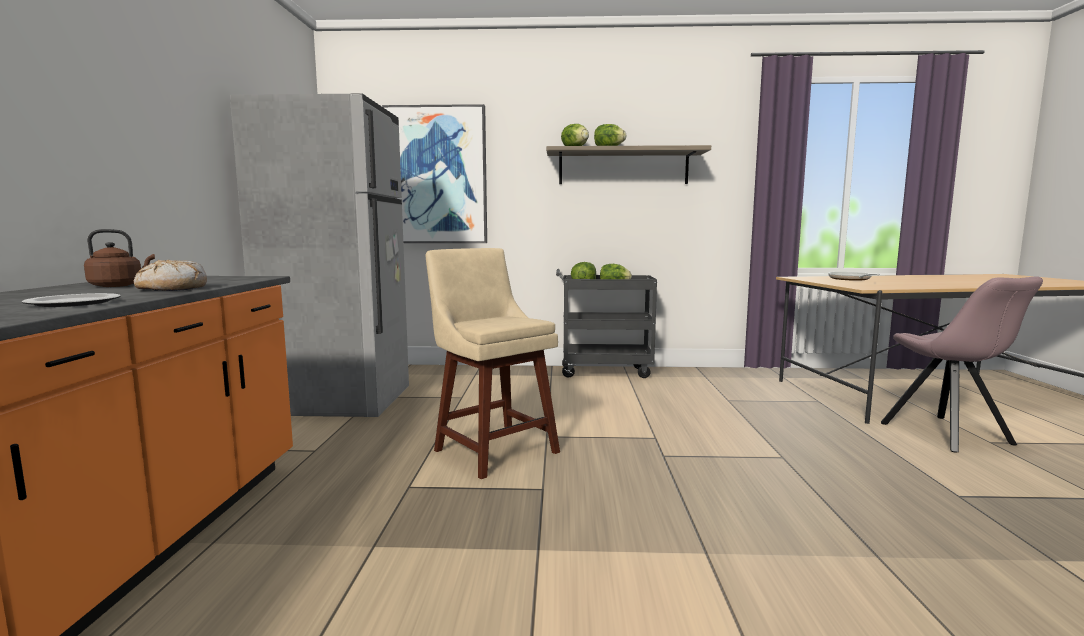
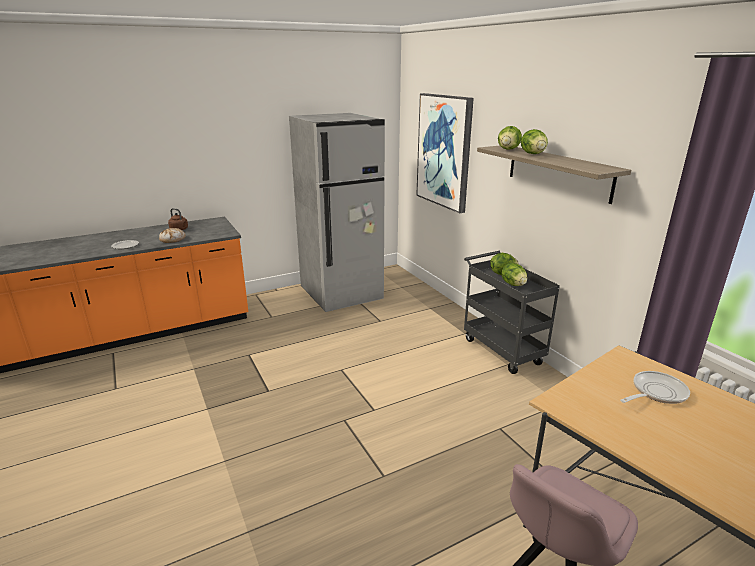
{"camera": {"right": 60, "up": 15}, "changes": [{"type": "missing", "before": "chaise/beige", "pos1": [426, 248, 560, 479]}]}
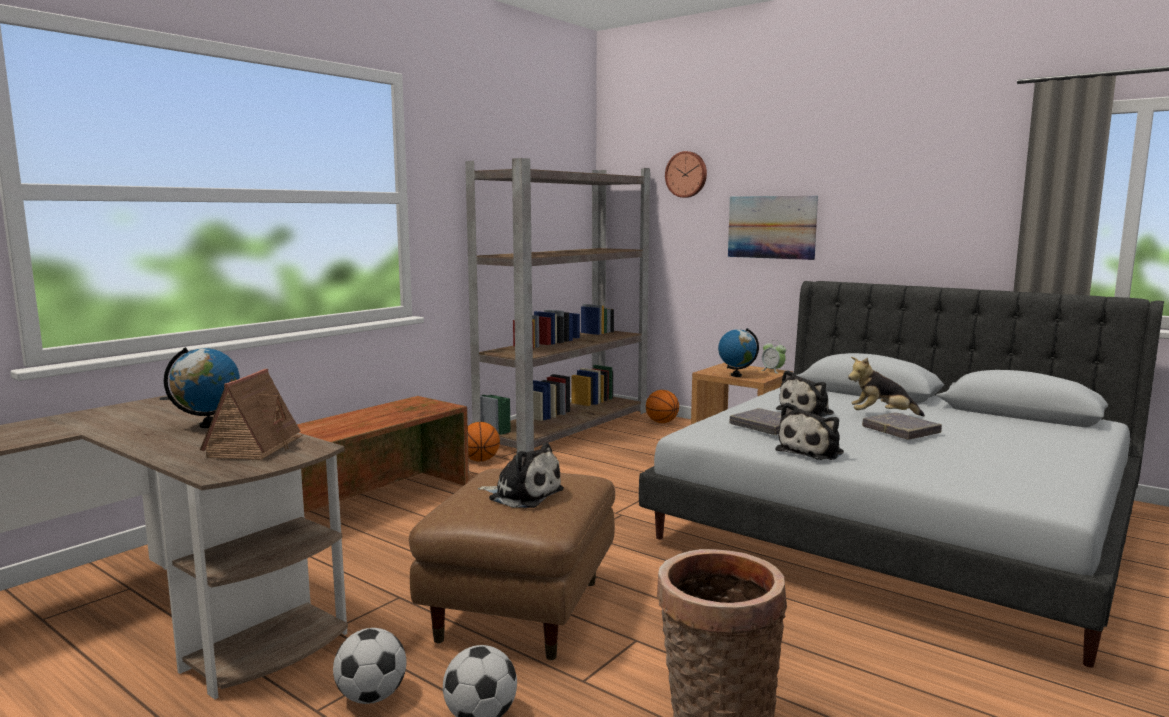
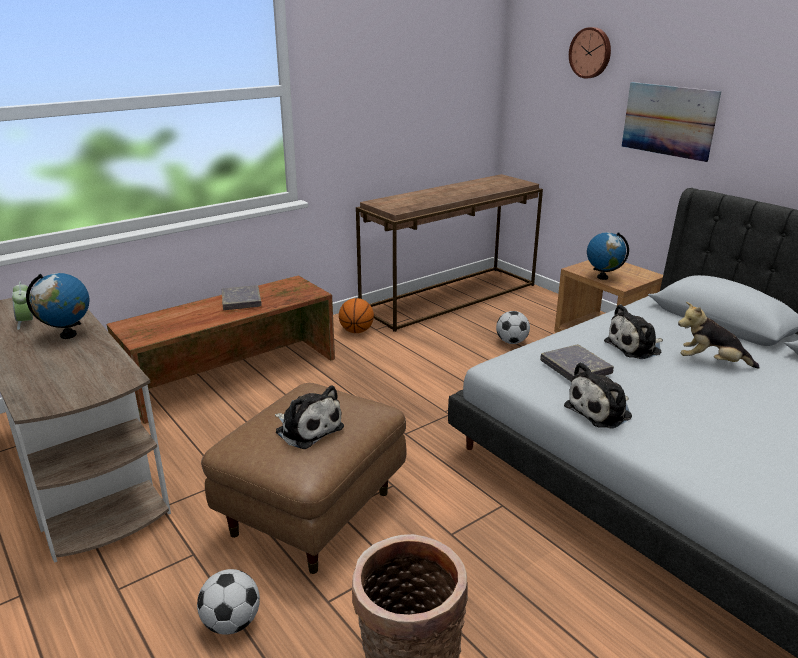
{"camera": {"right": 15, "up": 15}, "changes": [{"type": "missing", "before": "maison miniature", "pos1": [200, 369, 303, 460]}, {"type": "missing", "before": "ballon de basket", "pos1": [646, 390, 679, 423]}, {"type": "relocated", "before": "ballon de foot", "pos1": [333, 628, 406, 704], "pos2": [496, 311, 530, 344]}, {"type": "relocated", "before": "réveil", "pos1": [761, 340, 786, 374], "pos2": [12, 281, 33, 330]}, {"type": "relocated", "before": "livre/gris", "pos1": [862, 412, 942, 440], "pos2": [222, 285, 262, 310]}, {"type": "exchanged", "before": "bibliothèque/marron", "after": "table console/marron", "pos1": [465, 158, 650, 452], "pos2": [356, 174, 543, 332]}]}
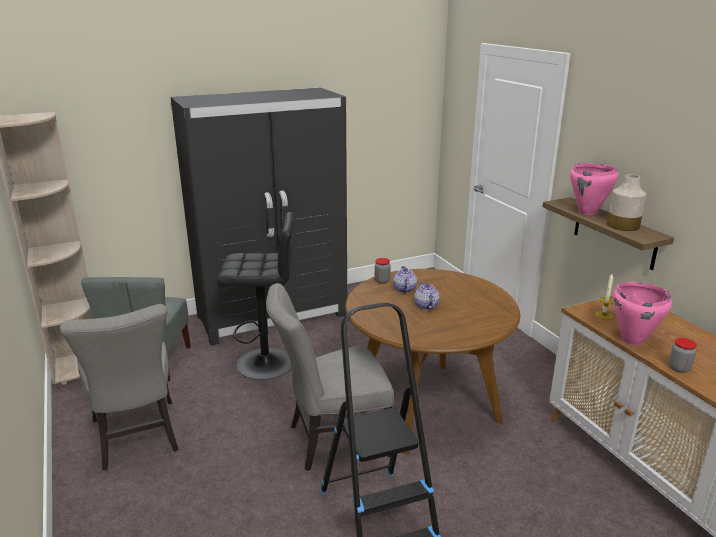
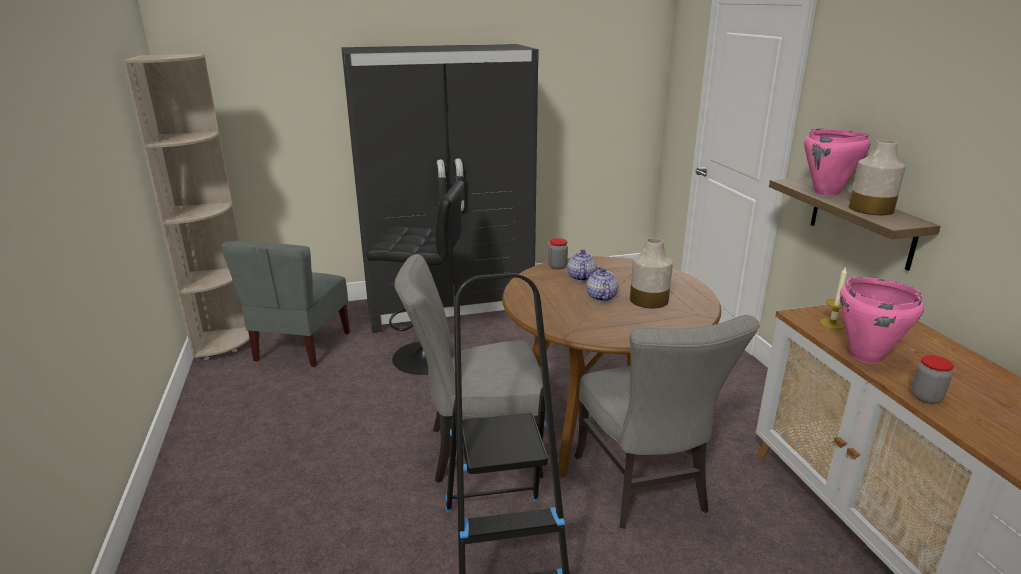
{"camera": {"right": 10, "up": 0}, "changes": [{"type": "appeared", "after": "vase/beige", "pos2": [630, 238, 673, 308]}, {"type": "relocated", "before": "chaise/gris", "pos1": [60, 304, 179, 470], "pos2": [575, 315, 760, 529]}]}
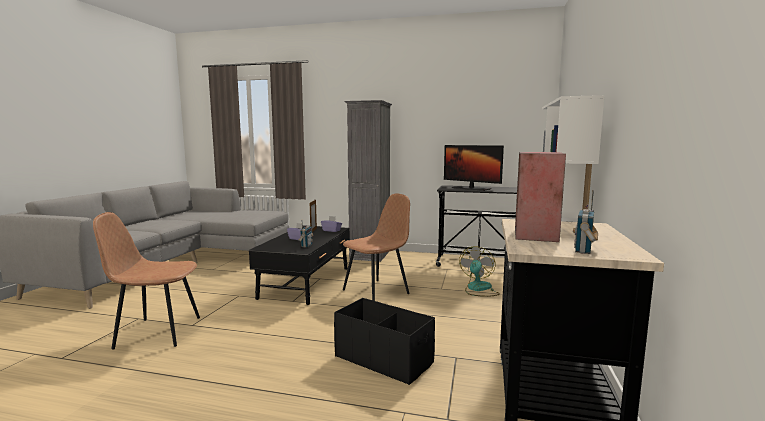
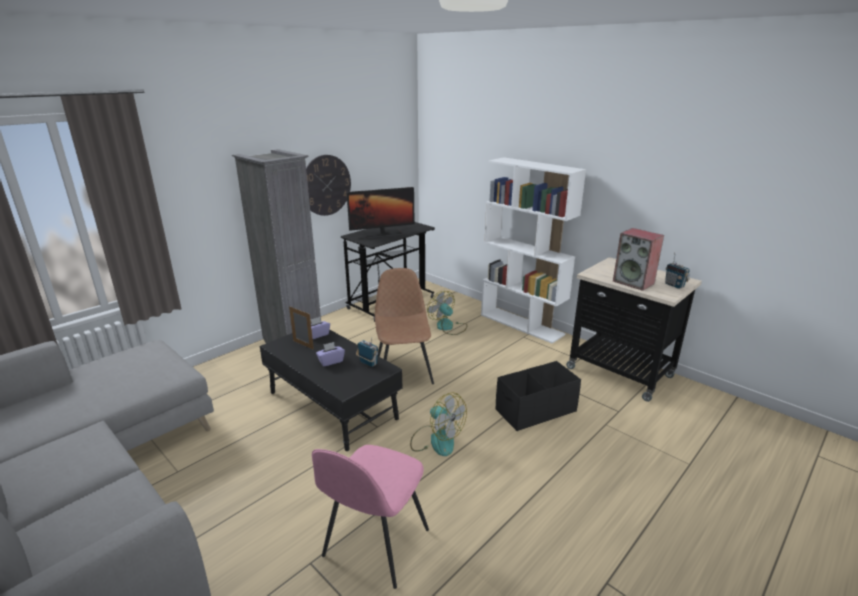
{"camera": {"right": -60, "up": 15}, "changes": [{"type": "appeared", "after": "horloge murale", "pos2": [306, 155, 351, 216]}, {"type": "appeared", "after": "ventilateur", "pos2": [410, 392, 467, 456]}, {"type": "colour", "before": "chaise/marron", "after": "chaise/rose", "pos1": [93, 212, 200, 349], "pos2": [312, 445, 429, 589]}]}
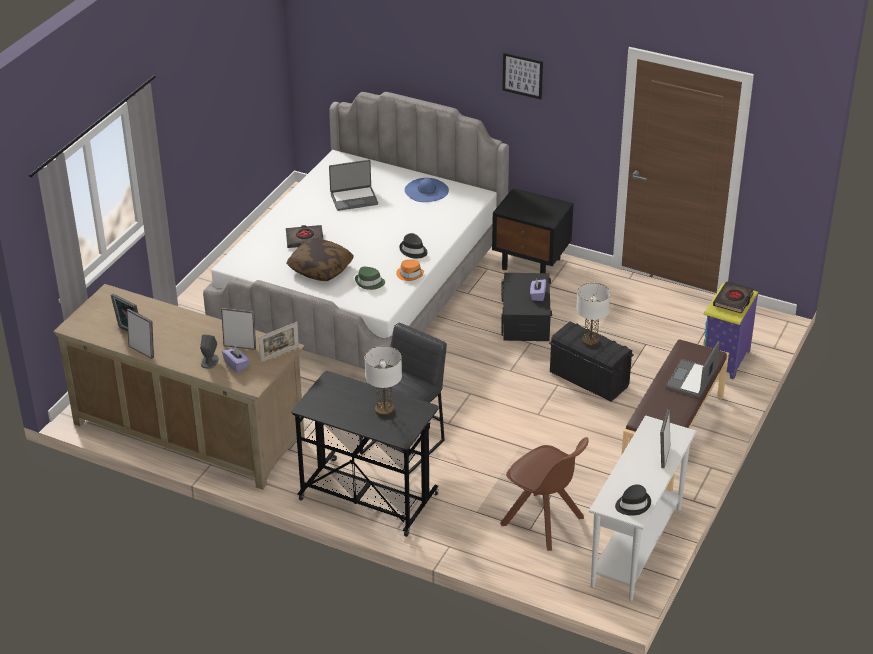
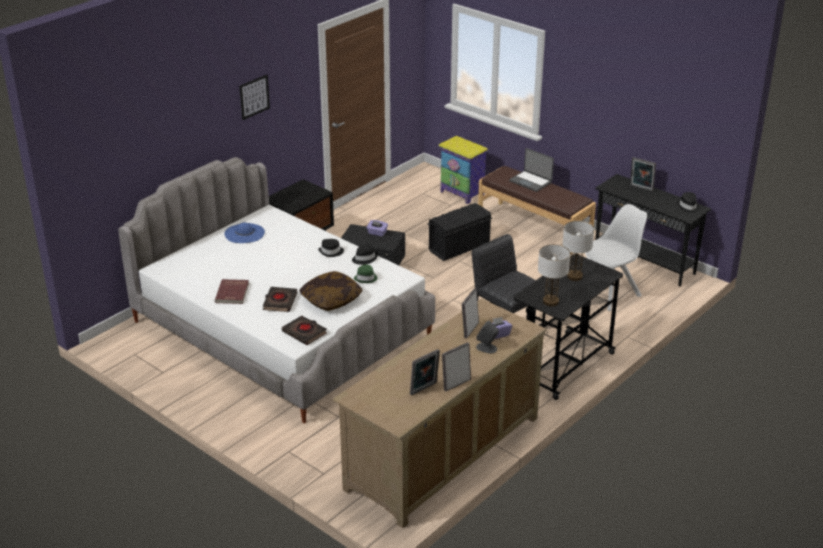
{"camera": {"right": -75, "up": -5}, "changes": [{"type": "missing", "before": "cadre photo", "pos1": [258, 322, 299, 362]}, {"type": "missing", "before": "ordinateur portable", "pos1": [329, 160, 378, 211]}, {"type": "appeared", "after": "livre/rouge", "pos2": [215, 279, 249, 304]}, {"type": "relocated", "before": "lampe de table", "pos1": [576, 283, 610, 347], "pos2": [538, 244, 570, 306]}, {"type": "relocated", "before": "livre/noir", "pos1": [713, 281, 754, 314], "pos2": [282, 316, 327, 345]}, {"type": "colour", "before": "chapeau/orange", "after": "chapeau/noir", "pos1": [396, 259, 424, 281], "pos2": [352, 243, 378, 265]}, {"type": "colour", "before": "chaise/marron", "after": "chaise/blanc", "pos1": [500, 437, 589, 551], "pos2": [585, 204, 647, 311]}, {"type": "colour", "before": "table console/blanc", "after": "table console/noir", "pos1": [589, 416, 697, 601], "pos2": [595, 174, 711, 287]}]}
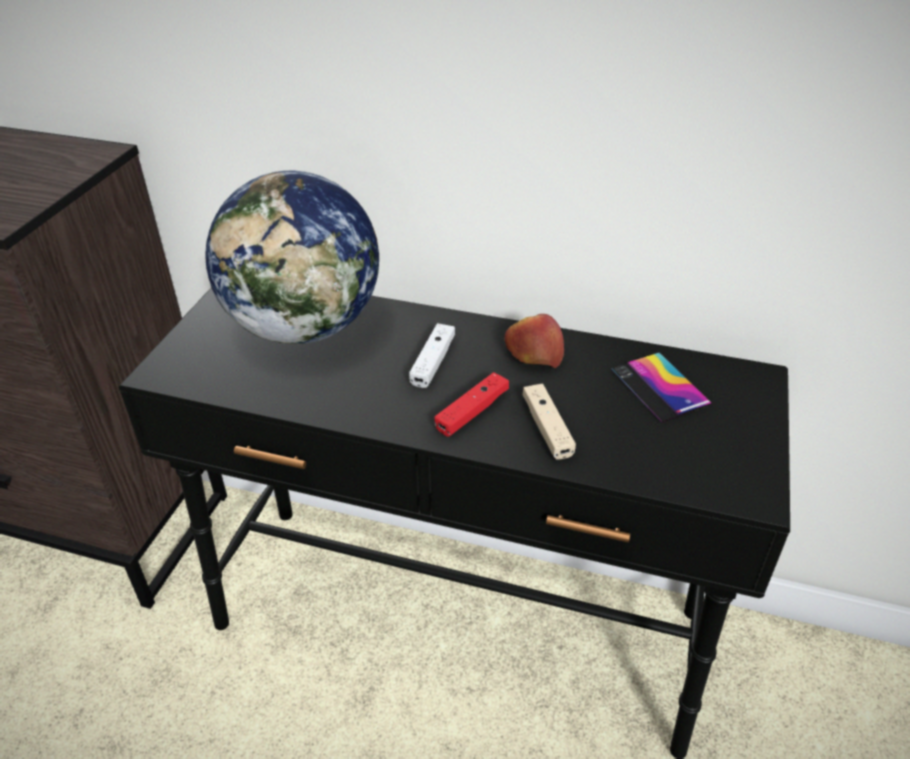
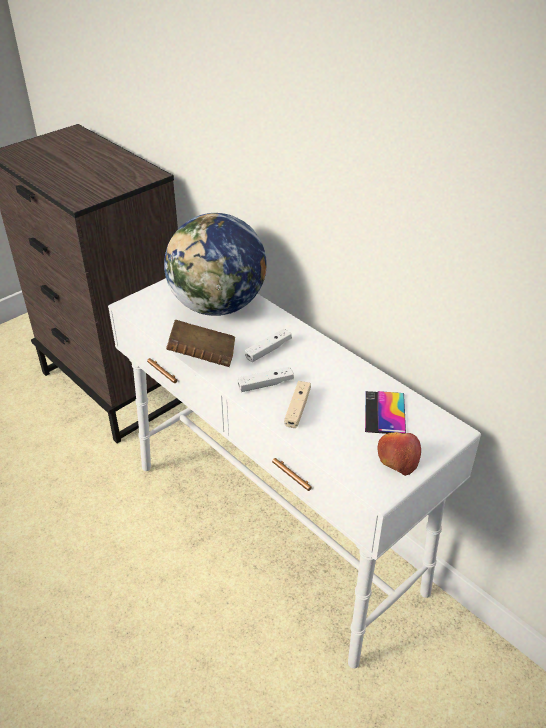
{"camera": {"right": 30, "up": 0}, "changes": [{"type": "appeared", "after": "livre/marron", "pos2": [166, 320, 235, 367]}, {"type": "relocated", "before": "pomme", "pos1": [504, 314, 564, 368], "pos2": [377, 432, 421, 476]}, {"type": "colour", "before": "table console/noir", "after": "table console/blanc", "pos1": [118, 288, 790, 759], "pos2": [108, 278, 481, 669]}, {"type": "colour", "before": "manette/rouge", "after": "manette/blanc", "pos1": [434, 372, 509, 437], "pos2": [237, 367, 294, 392]}]}
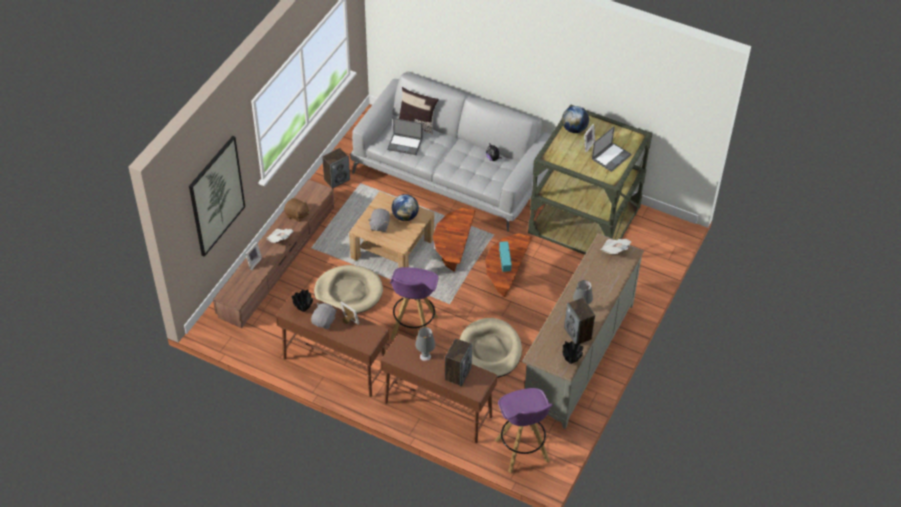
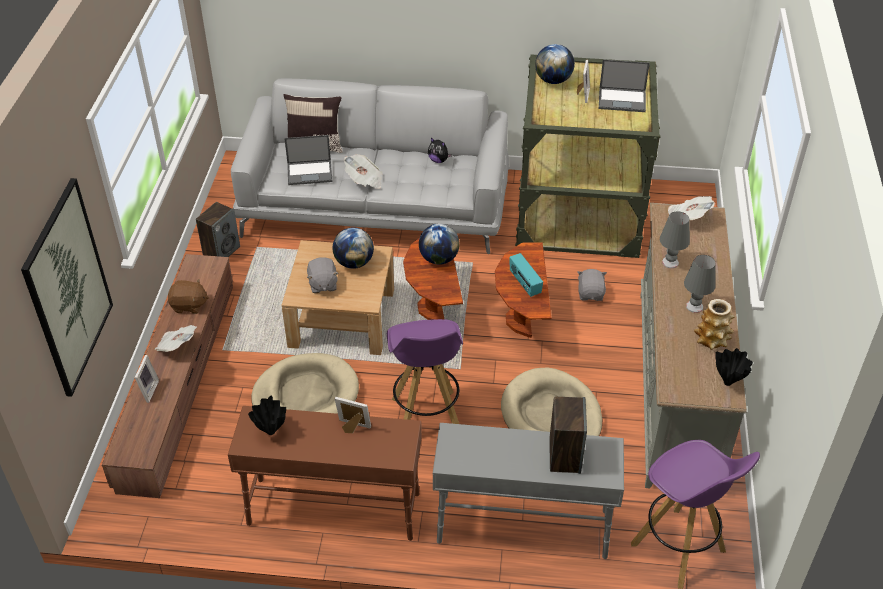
{"camera": {"right": -20, "up": -5}, "changes": [{"type": "appeared", "after": "journal", "pos2": [344, 154, 383, 189]}, {"type": "appeared", "after": "globe", "pos2": [419, 224, 460, 265]}, {"type": "relocated", "before": "peluche/gris", "pos1": [311, 303, 336, 329], "pos2": [577, 269, 607, 301]}, {"type": "relocated", "before": "lampe de table/gris", "pos1": [415, 327, 435, 361], "pos2": [660, 211, 690, 268]}, {"type": "exchanged", "before": "enceinte", "after": "vase", "pos1": [564, 298, 595, 344], "pos2": [694, 299, 735, 350]}, {"type": "colour", "before": "table console/marron", "after": "table console/gris", "pos1": [380, 334, 497, 443], "pos2": [433, 423, 624, 559]}, {"type": "spun", "before": "ordinateur portable", "pos1": [592, 126, 632, 172], "pos2": [599, 59, 650, 112], "turn": 75}]}
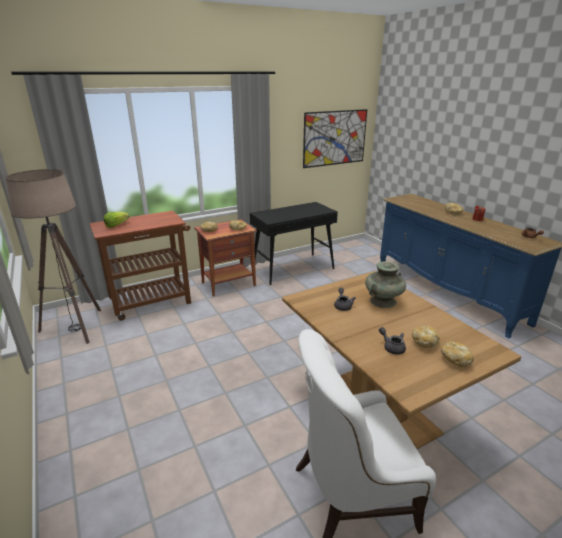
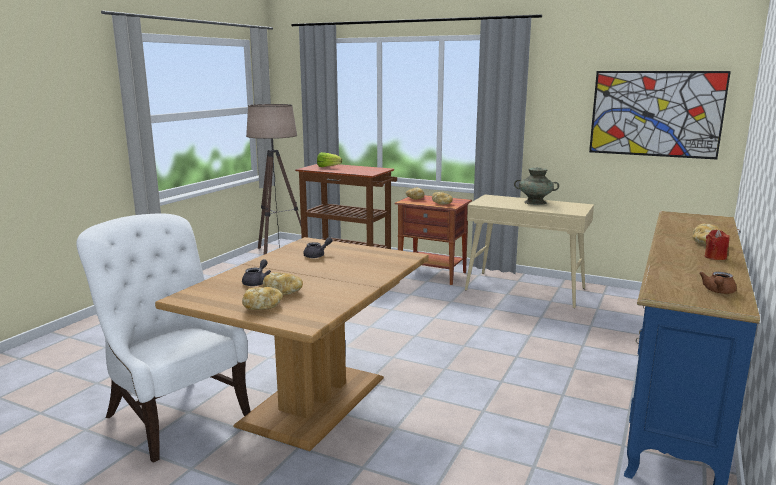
{"camera": {"right": 55, "up": -10}, "changes": [{"type": "relocated", "before": "vase/turquoise", "pos1": [365, 261, 406, 308], "pos2": [514, 167, 559, 205]}, {"type": "colour", "before": "table console/noir", "after": "table console/beige", "pos1": [250, 202, 338, 285], "pos2": [465, 195, 594, 308]}]}
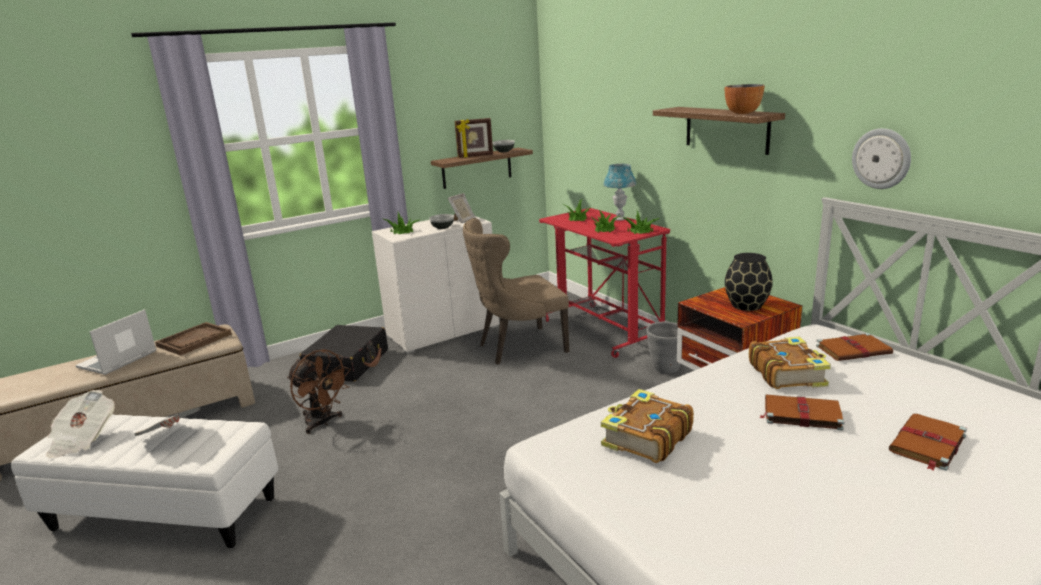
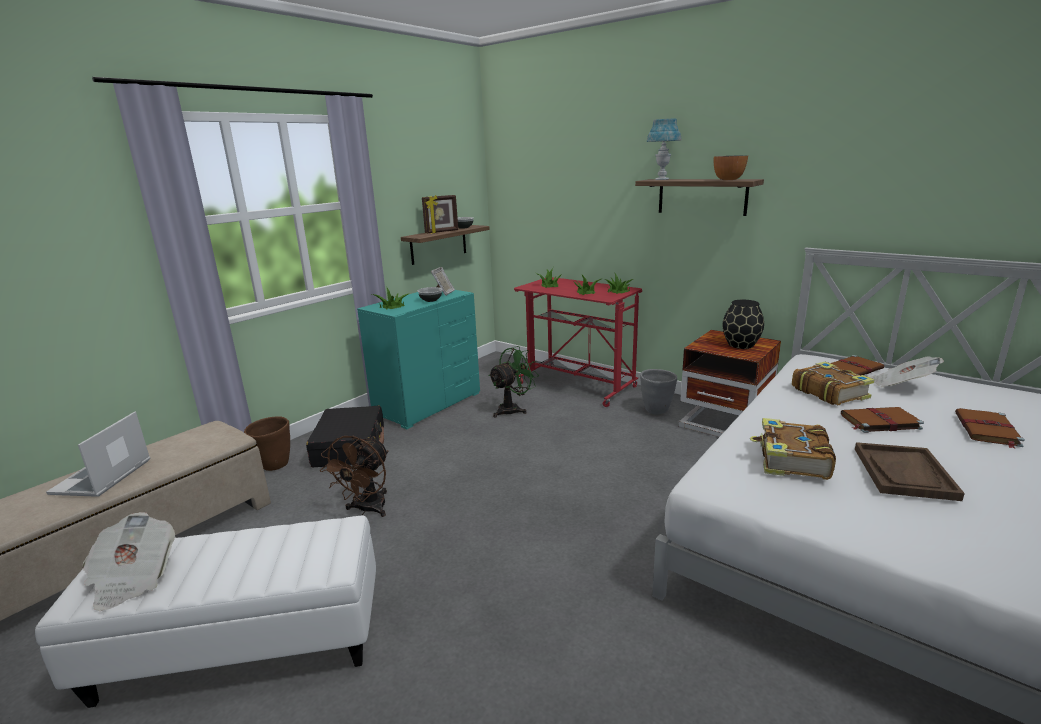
{"camera": {"right": -20, "up": 0}, "changes": [{"type": "missing", "before": "horloge murale", "pos1": [852, 128, 911, 189]}, {"type": "appeared", "after": "cache-pot/marron", "pos2": [244, 416, 290, 471]}, {"type": "relocated", "before": "journal", "pos1": [135, 408, 201, 436], "pos2": [869, 356, 944, 387]}, {"type": "relocated", "before": "plateau/marron", "pos1": [155, 322, 232, 356], "pos2": [855, 442, 965, 501]}, {"type": "relocated", "before": "lampe de table/bleu", "pos1": [604, 164, 636, 221], "pos2": [647, 119, 682, 180]}, {"type": "exchanged", "before": "chaise/beige", "after": "ventilateur/vert", "pos1": [463, 218, 569, 364], "pos2": [488, 346, 539, 418]}, {"type": "colour", "before": "commode/blanc", "after": "commode/turquoise", "pos1": [372, 216, 499, 354], "pos2": [357, 290, 480, 429]}, {"type": "spun", "before": "ventilateur/marron", "pos1": [287, 349, 351, 434], "pos2": [320, 435, 389, 517], "turn": 90}]}
